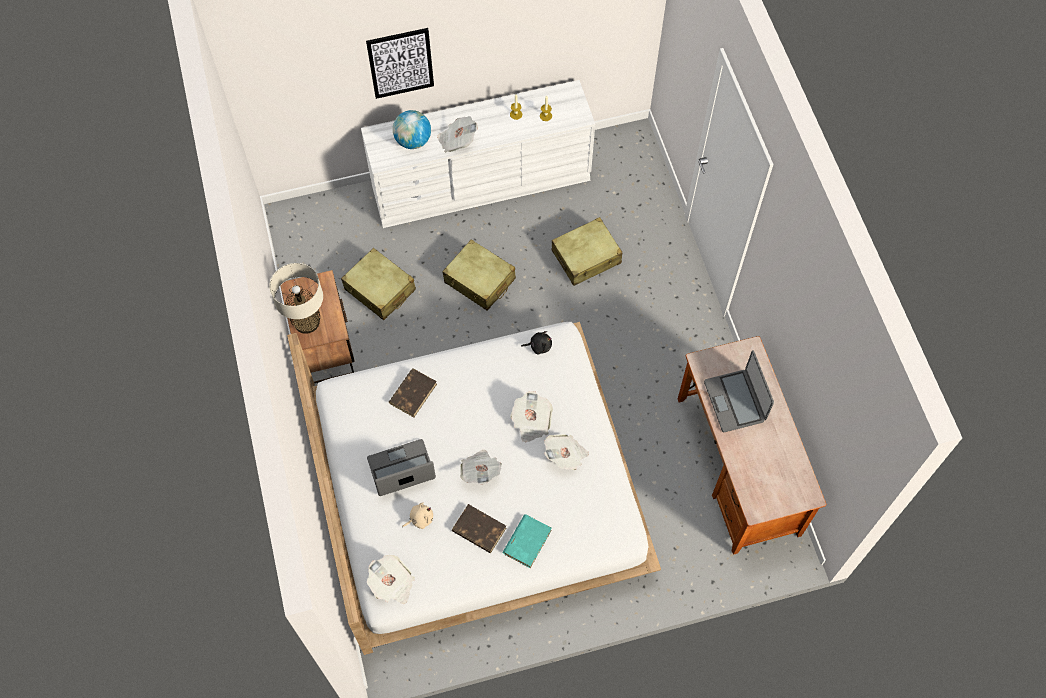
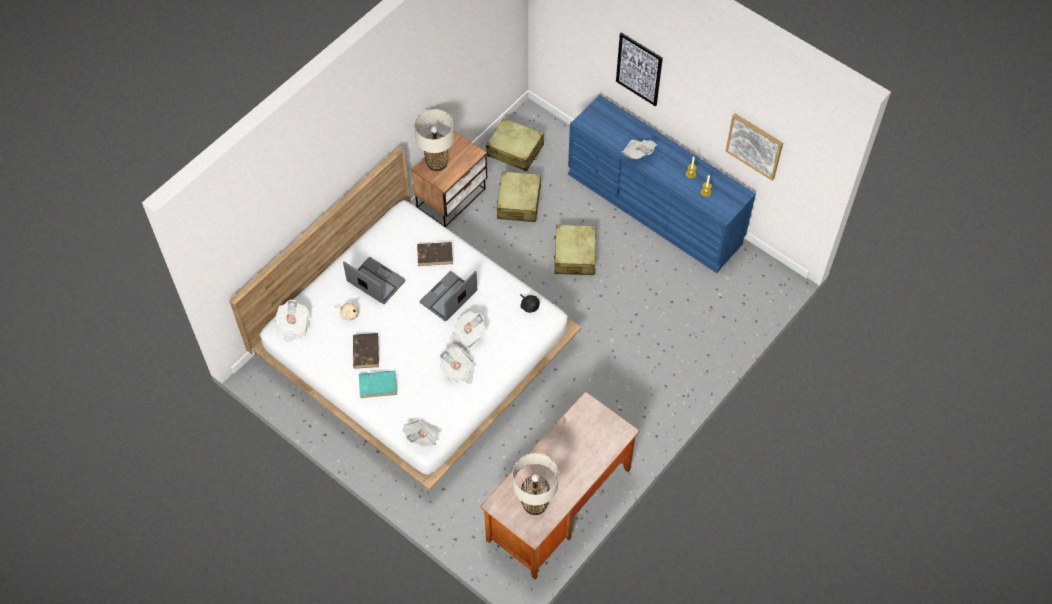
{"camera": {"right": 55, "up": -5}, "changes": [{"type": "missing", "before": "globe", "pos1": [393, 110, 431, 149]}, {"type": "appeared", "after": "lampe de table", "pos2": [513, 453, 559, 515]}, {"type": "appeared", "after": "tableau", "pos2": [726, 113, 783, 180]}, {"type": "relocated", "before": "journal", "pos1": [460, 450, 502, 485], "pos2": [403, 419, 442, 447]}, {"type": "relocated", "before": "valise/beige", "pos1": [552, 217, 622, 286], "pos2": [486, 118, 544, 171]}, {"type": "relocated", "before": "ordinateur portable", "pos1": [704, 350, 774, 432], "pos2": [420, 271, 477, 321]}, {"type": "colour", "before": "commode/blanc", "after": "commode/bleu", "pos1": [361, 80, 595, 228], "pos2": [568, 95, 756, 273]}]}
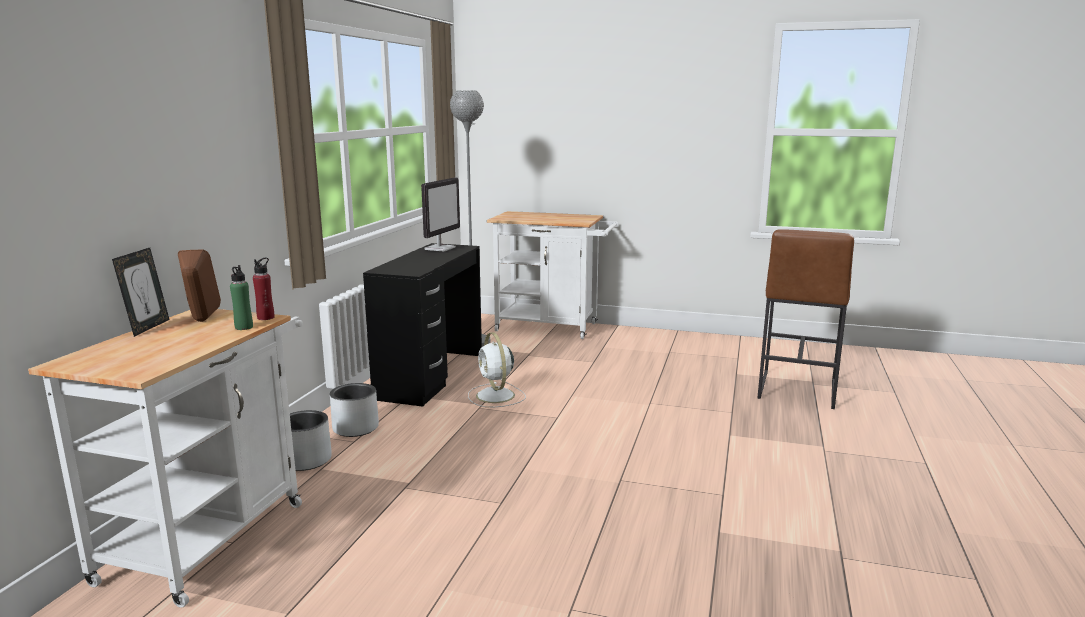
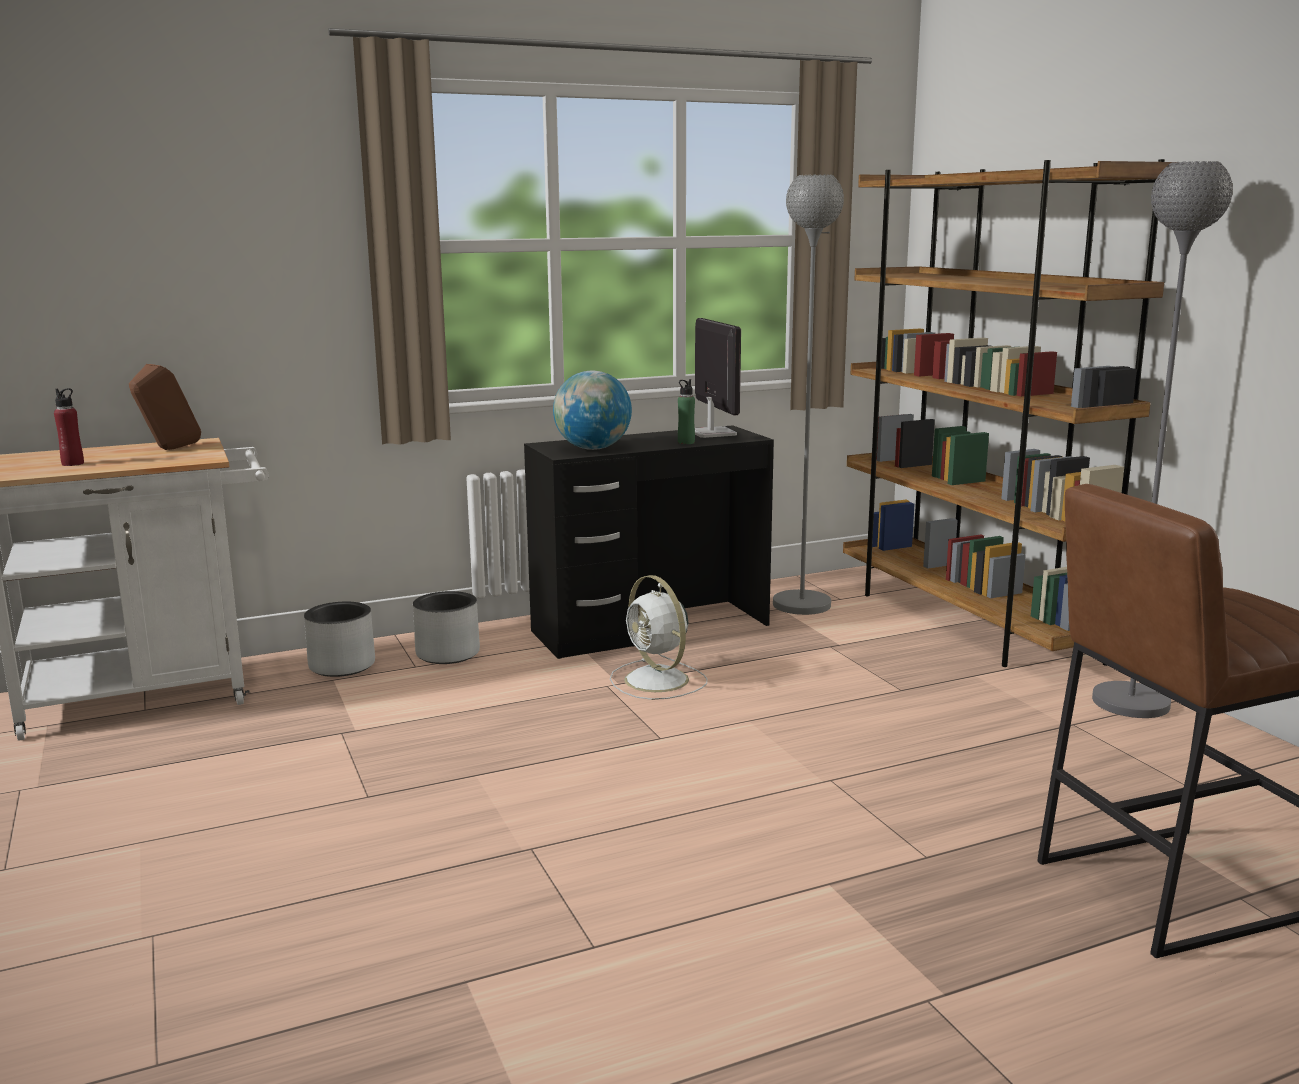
{"camera": {"right": 50, "up": 0}, "changes": [{"type": "missing", "before": "cadre photo", "pos1": [112, 248, 170, 337]}, {"type": "appeared", "after": "globe", "pos2": [553, 371, 632, 450]}, {"type": "appeared", "after": "lampadaire/gris", "pos2": [1092, 161, 1233, 718]}, {"type": "relocated", "before": "bouteille/vert", "pos1": [230, 265, 253, 330], "pos2": [678, 379, 695, 444]}, {"type": "relocated", "before": "bouteille/rouge", "pos1": [253, 258, 274, 320], "pos2": [54, 388, 84, 466]}, {"type": "exchanged", "before": "chariot/blanc", "after": "bibliothèque/marron", "pos1": [487, 211, 618, 339], "pos2": [843, 159, 1178, 667]}, {"type": "spun", "before": "écran d'ordinateur", "pos1": [421, 177, 460, 251], "pos2": [695, 318, 741, 438], "turn": -90}, {"type": "spun", "before": "ventilateur/blanc", "pos1": [468, 332, 526, 407], "pos2": [610, 575, 708, 700], "turn": -60}]}
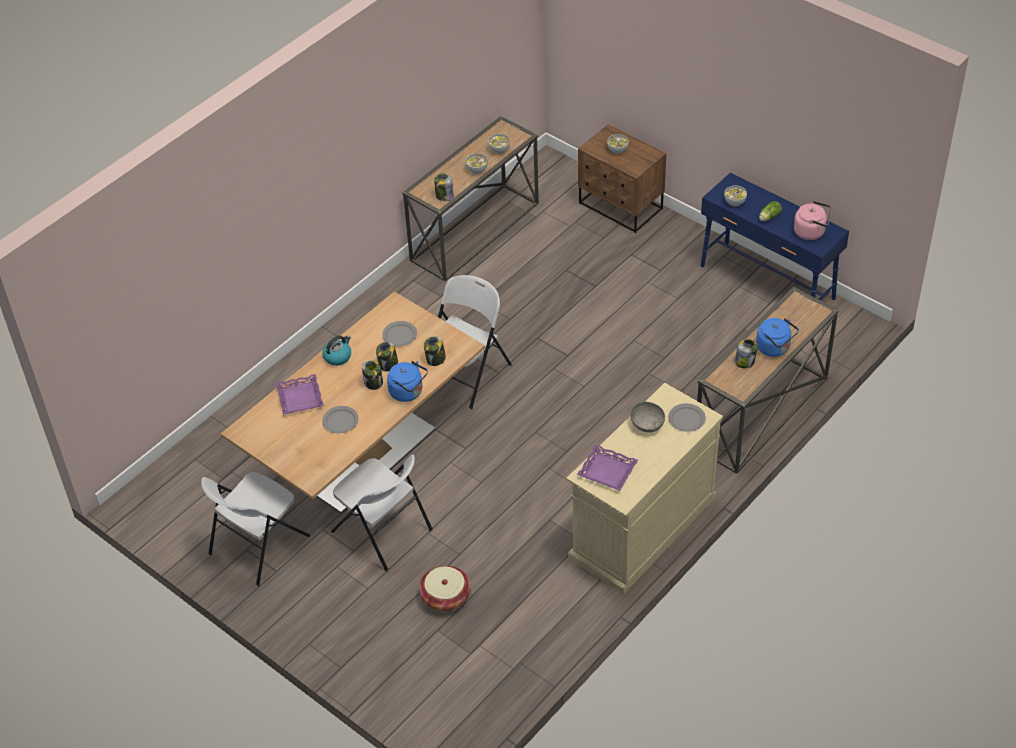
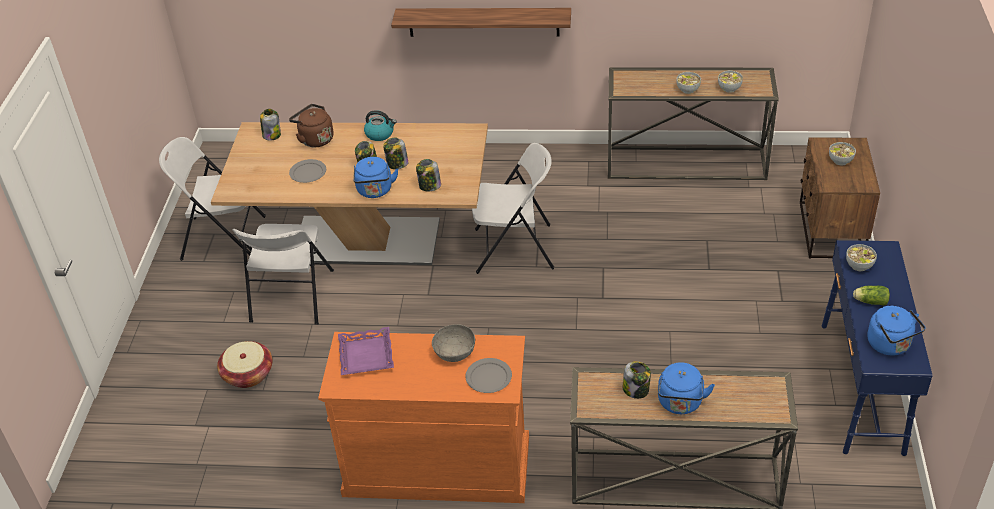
{"camera": {"right": 55, "up": -5}, "changes": [{"type": "missing", "before": "assiette/gris", "pos1": [382, 321, 417, 346]}, {"type": "appeared", "after": "étagère", "pos2": [391, 8, 571, 37]}, {"type": "relocated", "before": "bocal", "pos1": [434, 174, 454, 201], "pos2": [260, 109, 281, 141]}, {"type": "exchanged", "before": "plateau/violet", "after": "bouilloire/marron", "pos1": [276, 374, 324, 415], "pos2": [289, 104, 334, 147]}, {"type": "colour", "before": "commode/beige", "after": "commode/orange", "pos1": [566, 383, 723, 594], "pos2": [318, 332, 529, 503]}, {"type": "colour", "before": "bouilloire/rose", "after": "bouilloire/bleu", "pos1": [794, 201, 831, 240], "pos2": [867, 306, 926, 355]}]}
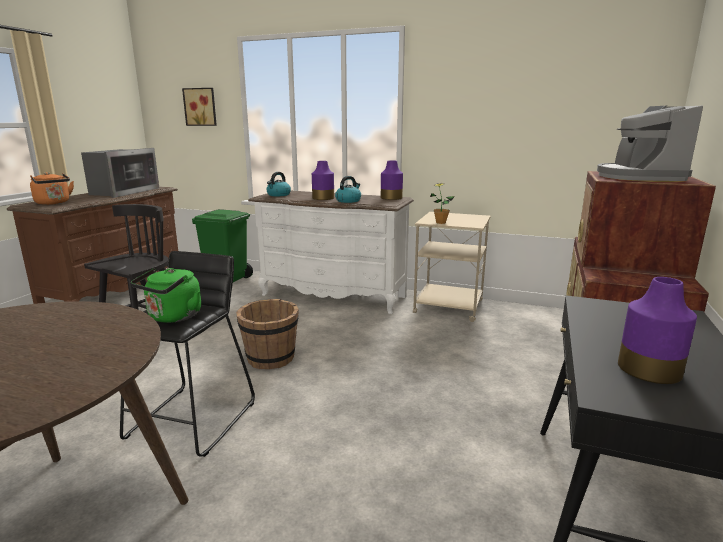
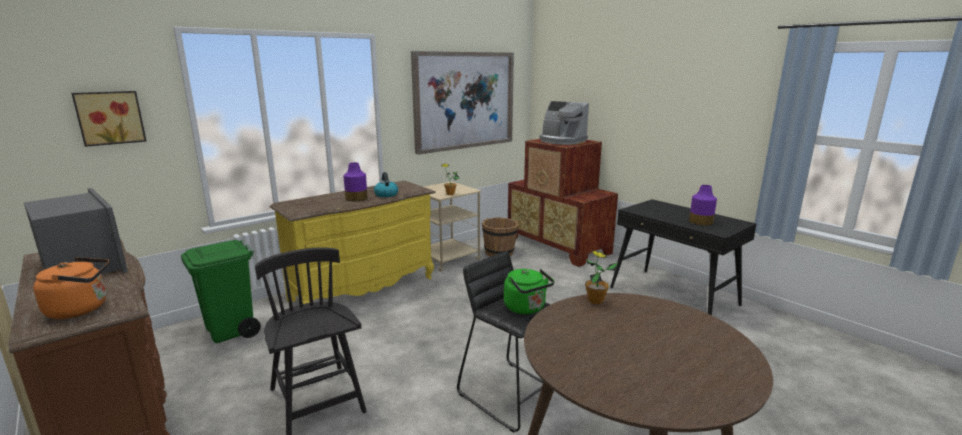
{"camera": {"right": -60, "up": 0}, "changes": [{"type": "missing", "before": "bouilloire", "pos1": [266, 172, 291, 196]}, {"type": "missing", "before": "vase/violet", "pos1": [381, 160, 403, 200]}, {"type": "appeared", "after": "tableau", "pos2": [411, 51, 514, 154]}, {"type": "appeared", "after": "plante en pot", "pos2": [585, 251, 618, 304]}, {"type": "relocated", "before": "seau/marron", "pos1": [236, 299, 299, 369], "pos2": [482, 217, 519, 257]}, {"type": "colour", "before": "commode/blanc", "after": "commode/jaune", "pos1": [248, 191, 414, 314], "pos2": [270, 180, 436, 304]}]}
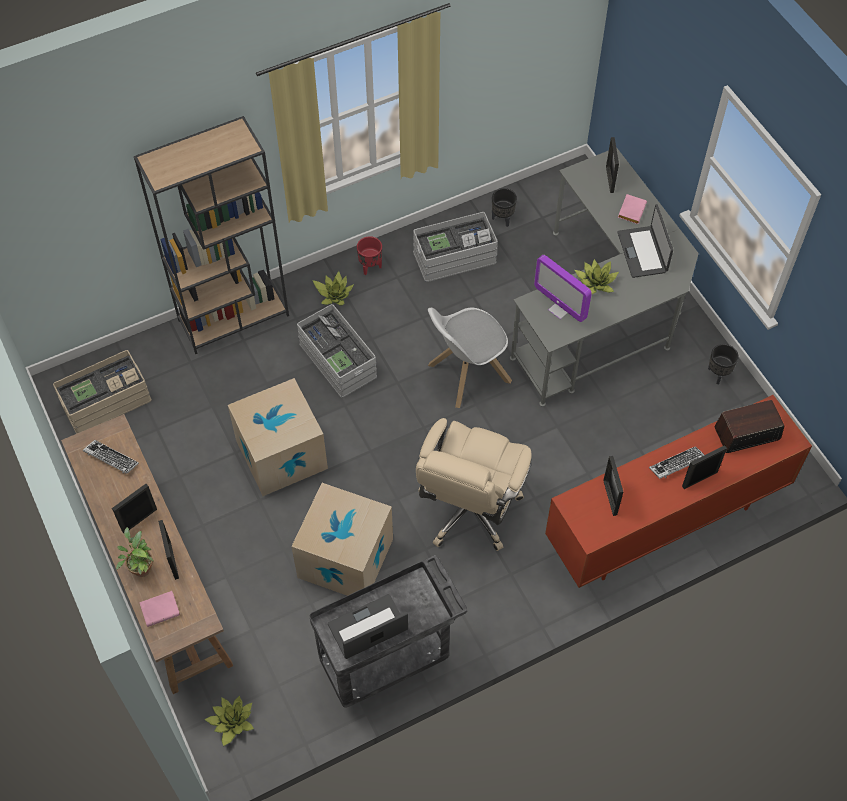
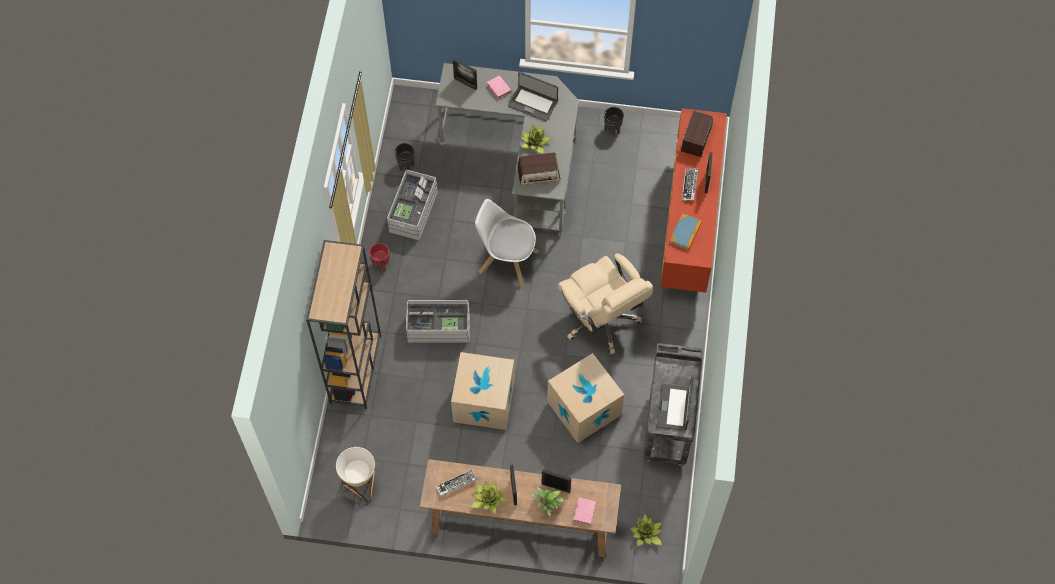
{"camera": {"right": -55, "up": 5}, "changes": [{"type": "relocated", "before": "plante en pot", "pos1": [313, 271, 354, 306], "pos2": [470, 481, 508, 514]}, {"type": "exchanged", "before": "boîte de rangement/beige", "after": "cache-pot", "pos1": [53, 350, 152, 434], "pos2": [336, 447, 375, 502]}, {"type": "exchanged", "before": "écran d'ordinateur", "after": "radio", "pos1": [534, 255, 592, 322], "pos2": [517, 152, 560, 185]}, {"type": "exchanged", "before": "cadre photo", "after": "livre", "pos1": [603, 456, 623, 516], "pos2": [669, 213, 702, 250]}, {"type": "spun", "before": "chaise", "pos1": [428, 308, 512, 408], "pos2": [475, 199, 539, 288], "turn": 105}]}
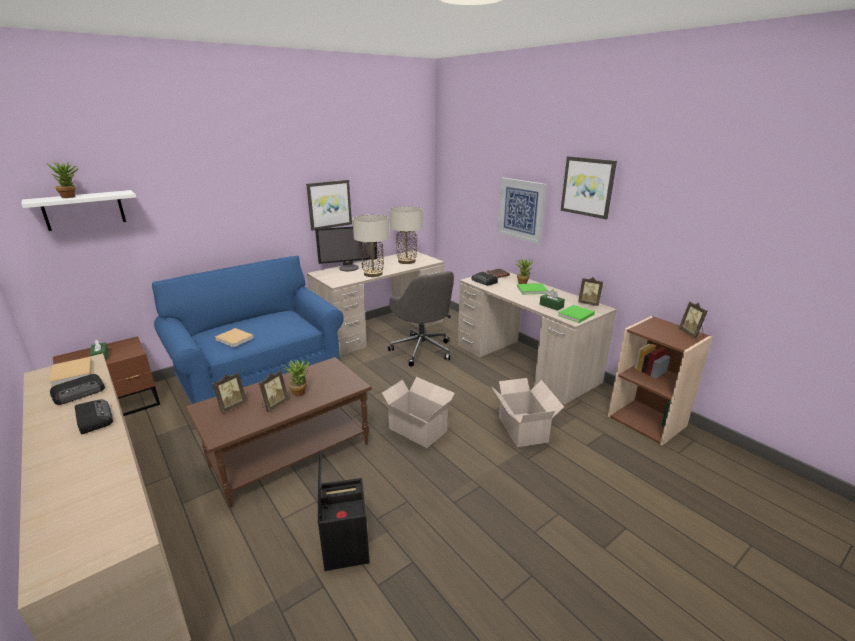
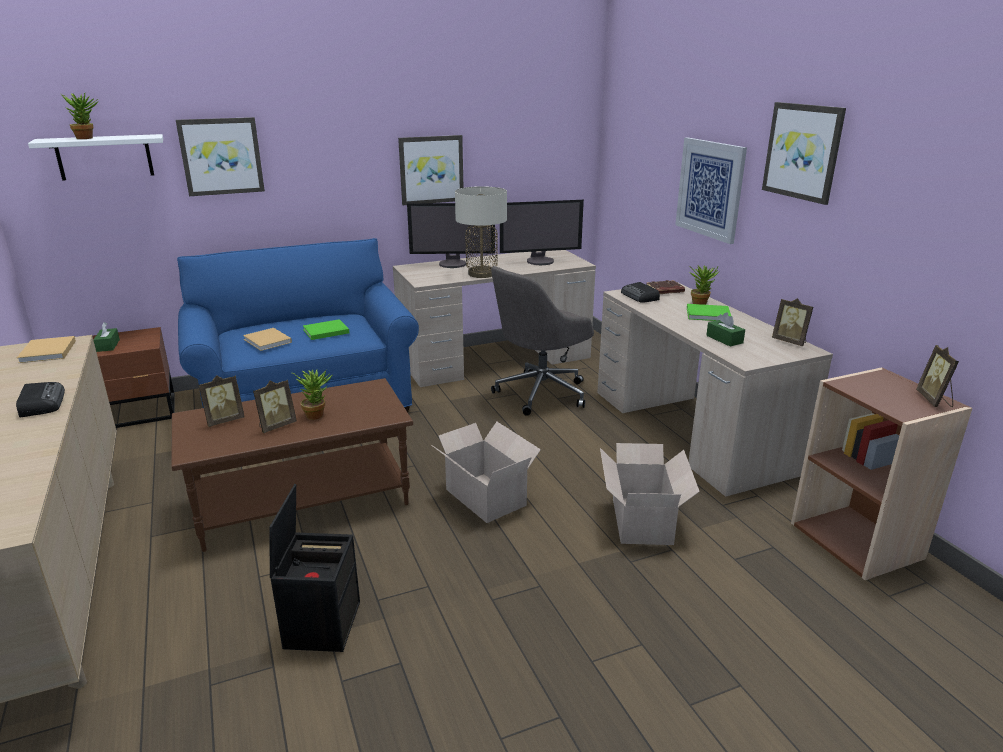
{"camera": {"right": 15, "up": 0}, "changes": [{"type": "missing", "before": "radio", "pos1": [50, 374, 105, 405]}, {"type": "appeared", "after": "tableau", "pos2": [176, 117, 265, 196]}, {"type": "relocated", "before": "livre/vert", "pos1": [558, 305, 595, 323], "pos2": [303, 319, 349, 340]}, {"type": "exchanged", "before": "lampe de table", "after": "écran d'ordinateur", "pos1": [389, 206, 423, 264], "pos2": [500, 200, 584, 265]}, {"type": "spun", "before": "chaise de bureau/gris", "pos1": [388, 271, 454, 367], "pos2": [491, 266, 594, 416], "turn": 60}]}
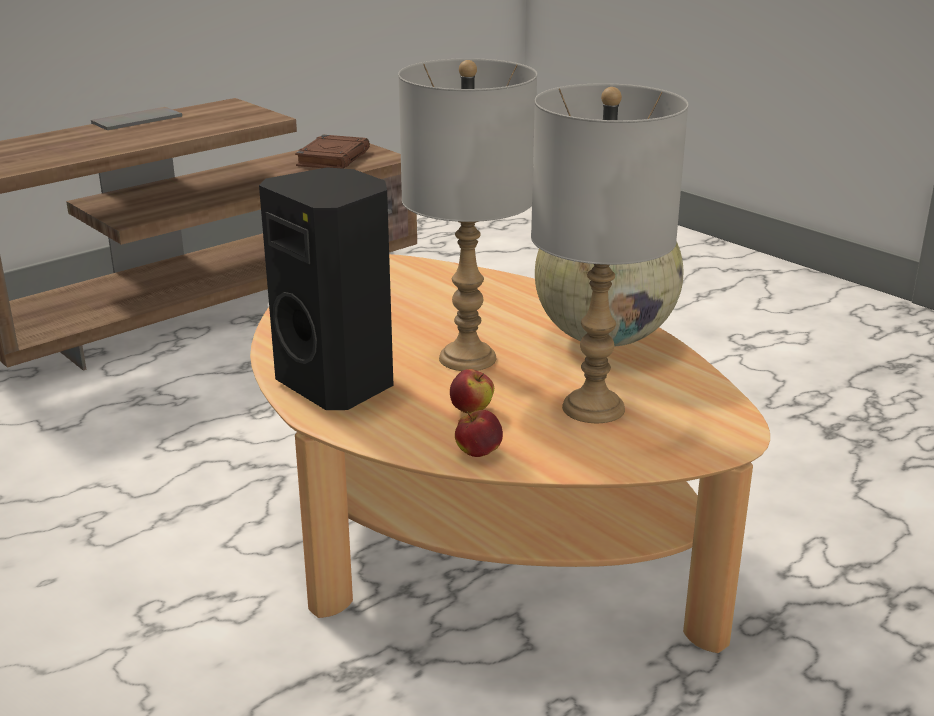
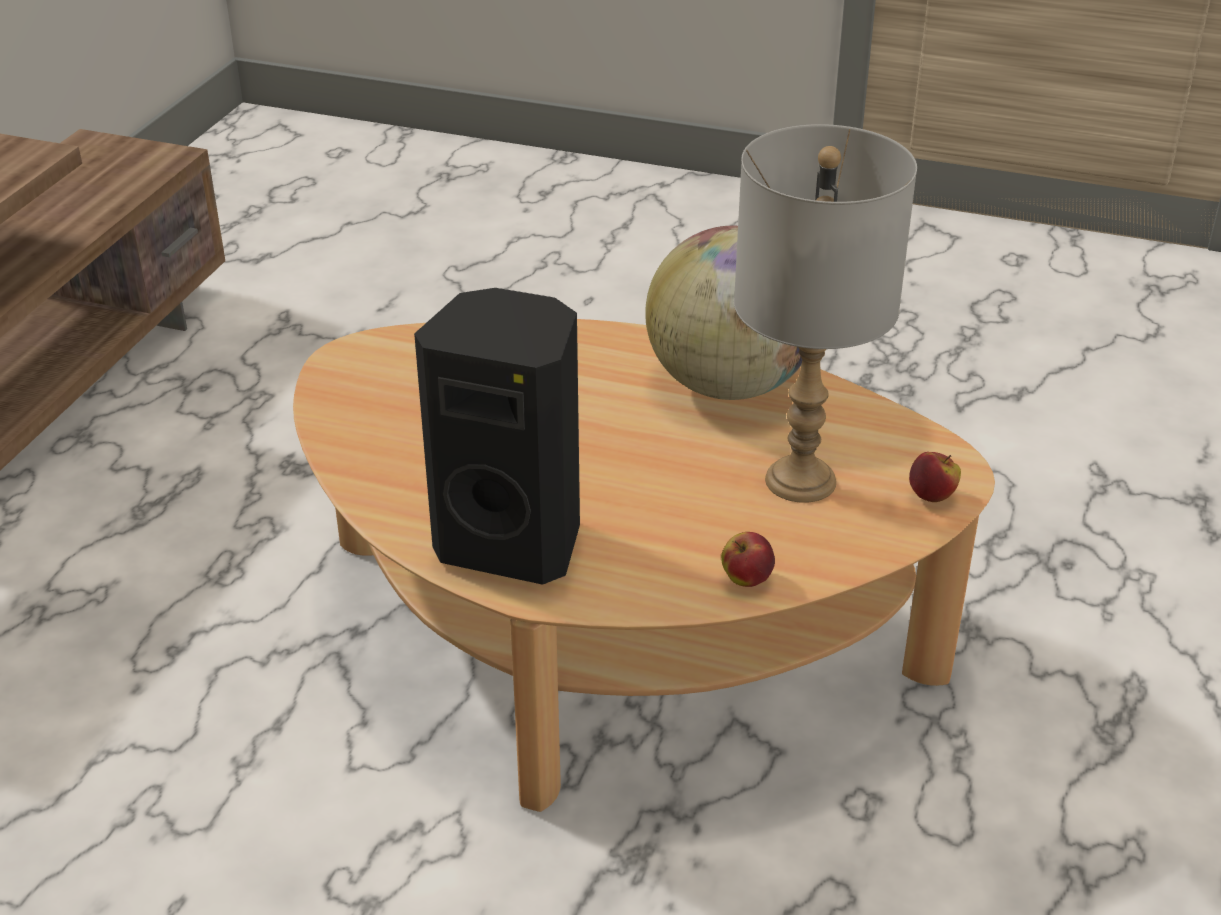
{"camera": {"right": -30, "up": 10}, "changes": [{"type": "missing", "before": "livre/marron", "pos1": [295, 135, 370, 169]}, {"type": "missing", "before": "lampe de table/gris", "pos1": [398, 58, 537, 371]}, {"type": "relocated", "before": "pomme", "pos1": [450, 369, 494, 414], "pos2": [909, 452, 961, 502]}]}
